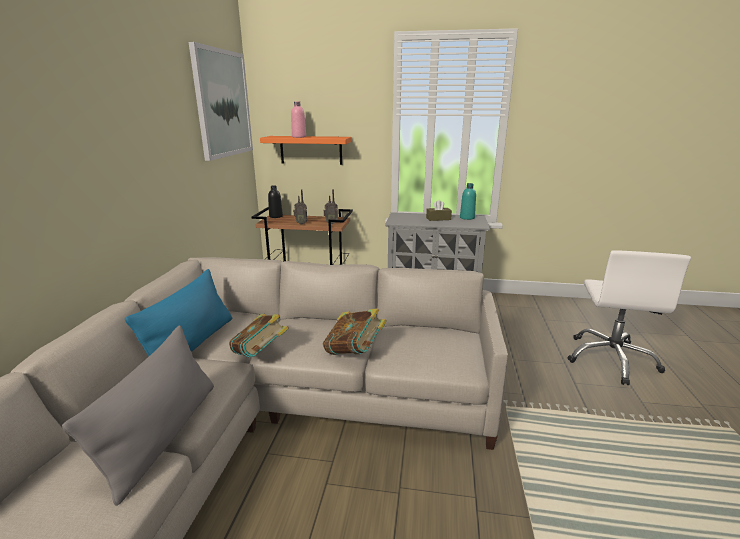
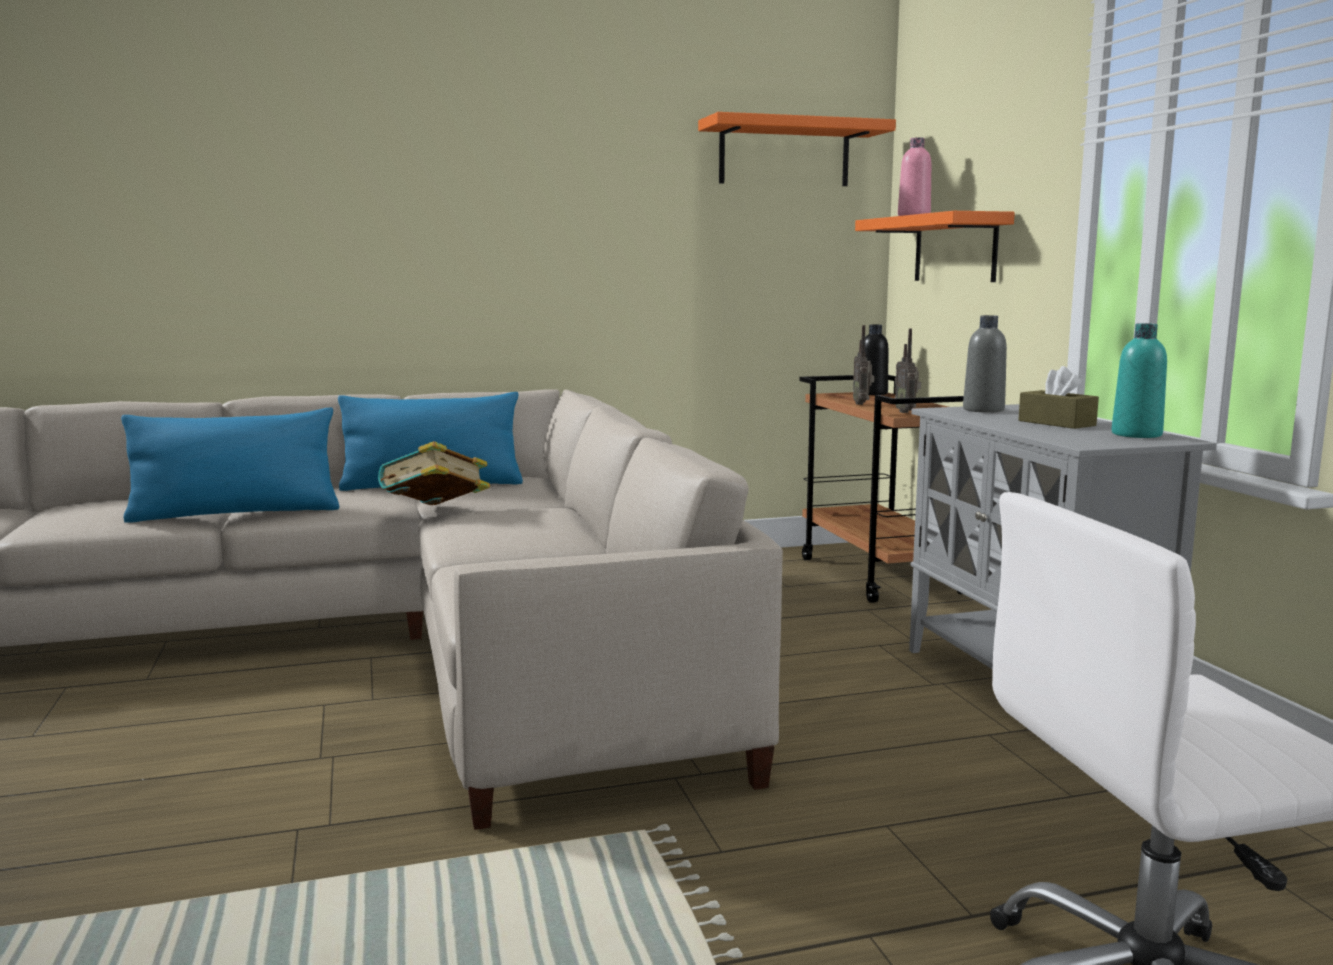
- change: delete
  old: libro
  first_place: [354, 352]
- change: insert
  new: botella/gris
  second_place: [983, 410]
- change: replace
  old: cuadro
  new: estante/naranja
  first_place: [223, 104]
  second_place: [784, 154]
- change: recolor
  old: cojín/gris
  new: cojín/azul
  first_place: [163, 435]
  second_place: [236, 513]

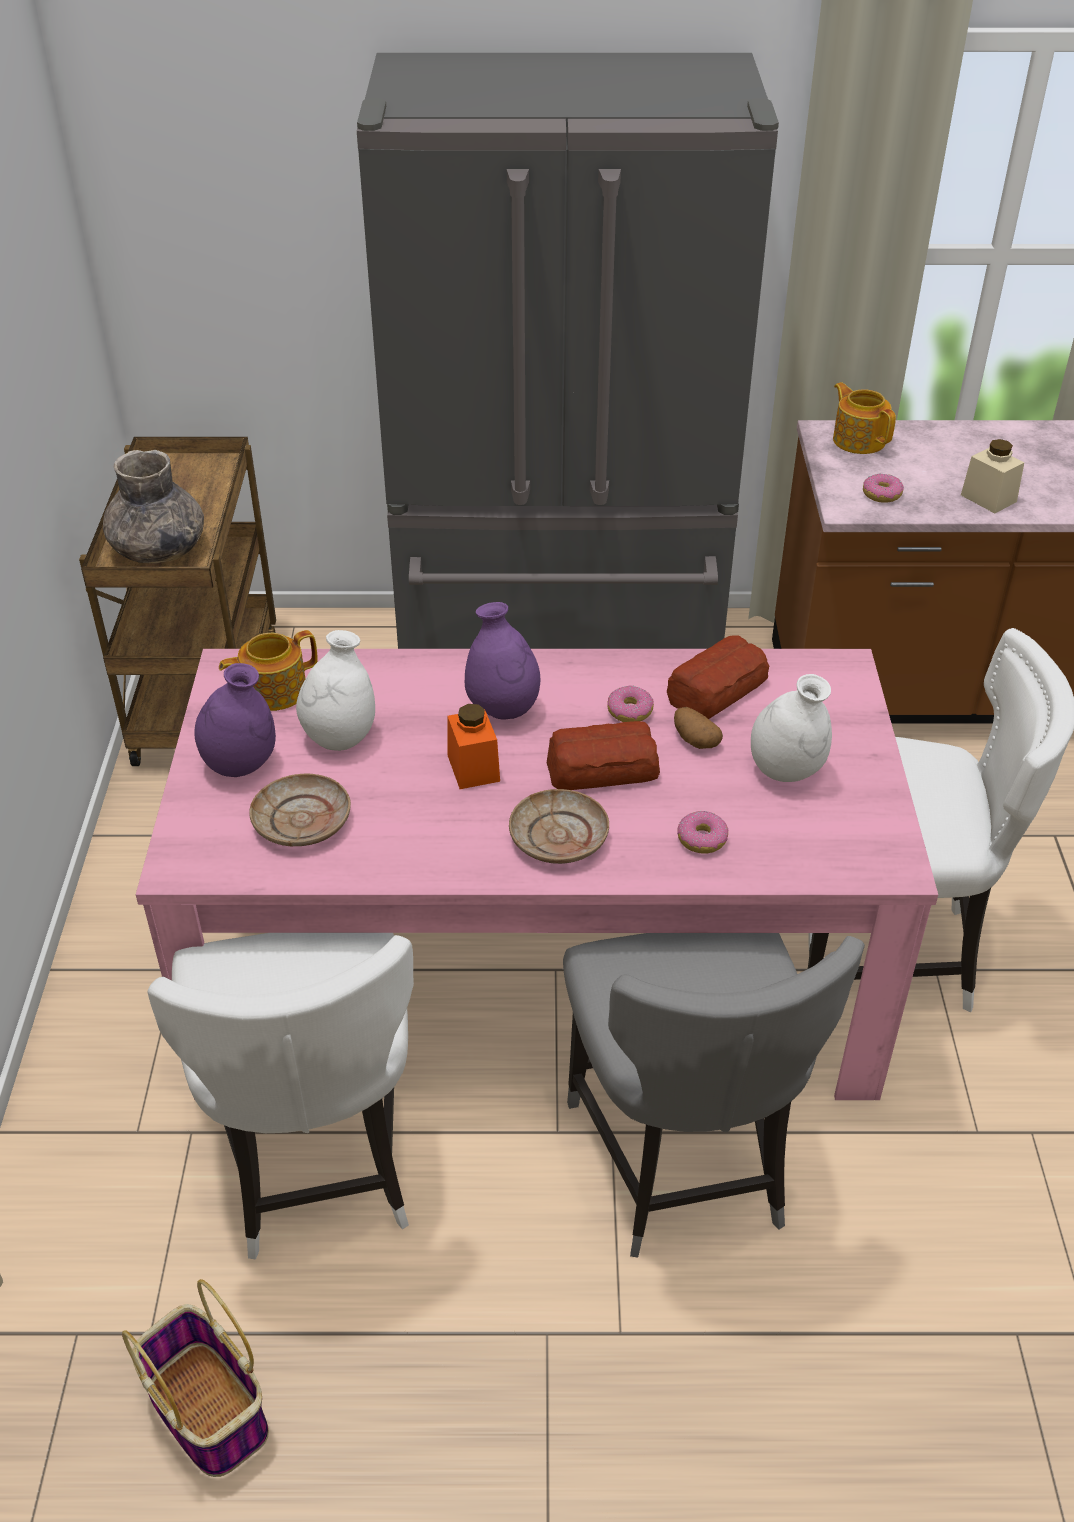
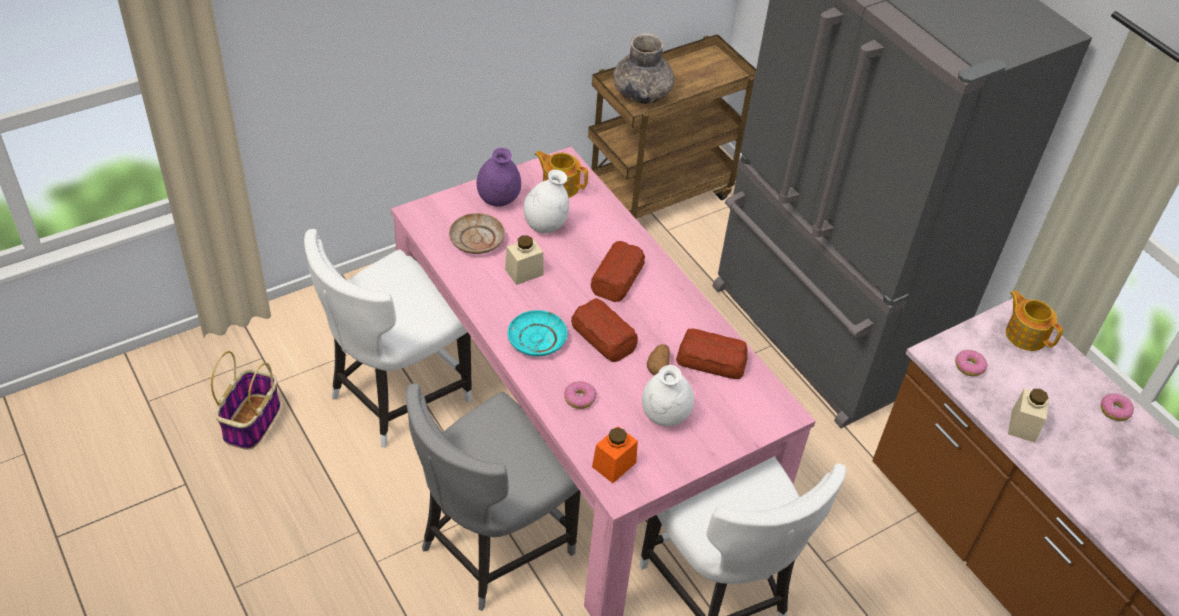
- change: insert
  new: tarro/beis
  second_place: [524, 272]
- change: move
  old: tarro/naranja
  first_place: [473, 768]
  second_place: [614, 464]
- change: move
  old: rosquilla
  first_place: [629, 711]
  second_place: [1114, 410]
- change: replace
  old: florero/morado
  new: pan
  first_place: [503, 709]
  second_place: [618, 277]
- change: recolor
  old: plato/beis
  new: plato/turquesa
  first_place: [558, 838]
  second_place: [536, 339]
- change: rotate
  old: tetera
  first_place: [858, 440]
  second_place: [1025, 334]
  degrees: -60

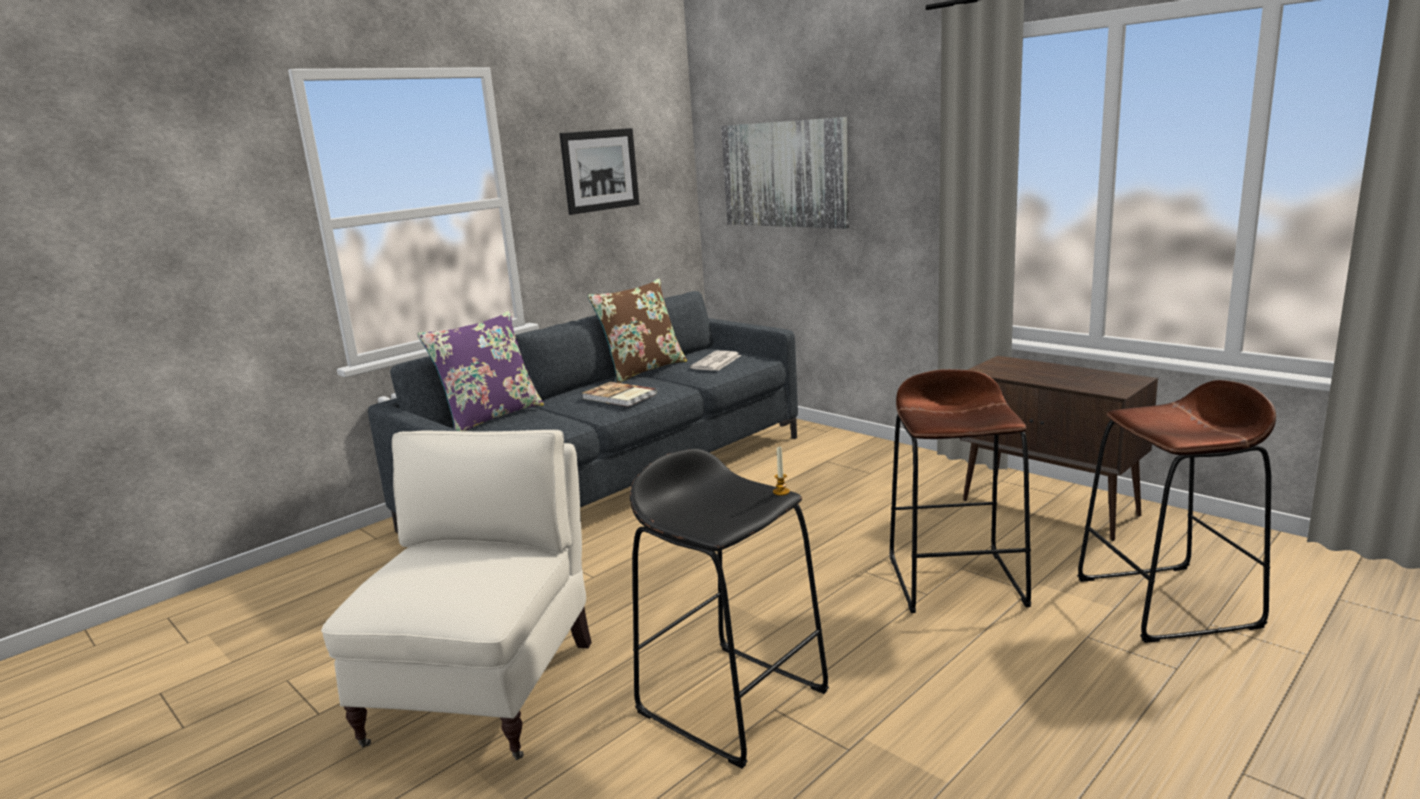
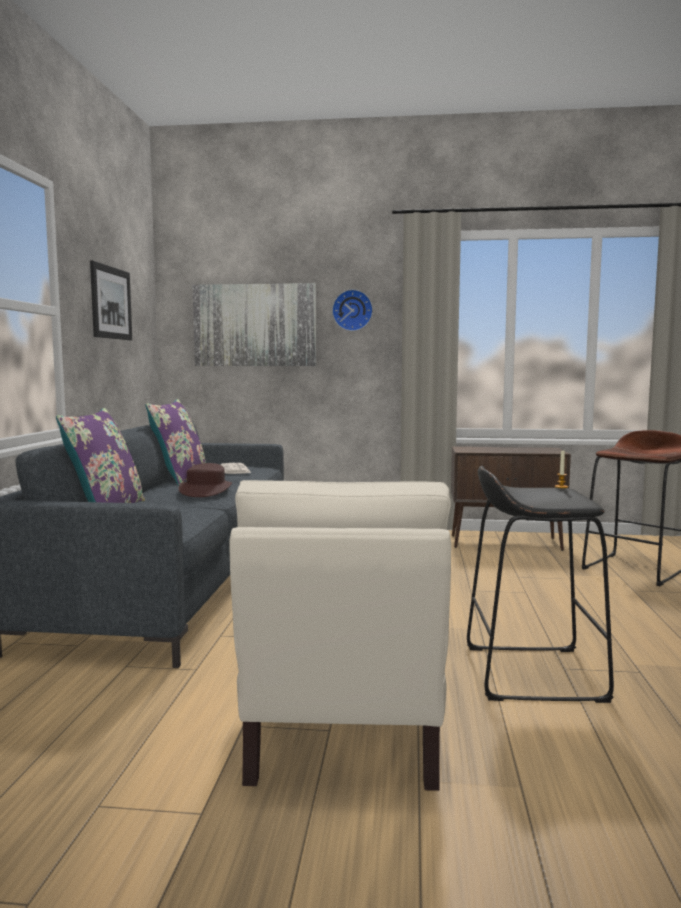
- change: delete
  old: taburete/marrón
  first_place: [956, 580]
- change: insert
  new: reloj de pared
  second_place: [352, 310]
- change: replace
  old: libro
  new: sombrero/marrón
  first_place: [619, 397]
  second_place: [206, 490]
- change: recolor
  old: cojín/marrón
  new: cojín/morado
  first_place: [643, 370]
  second_place: [179, 478]
- change: rotate
  old: sillón/beis
  first_place: [487, 688]
  second_place: [342, 730]
  degrees: -150

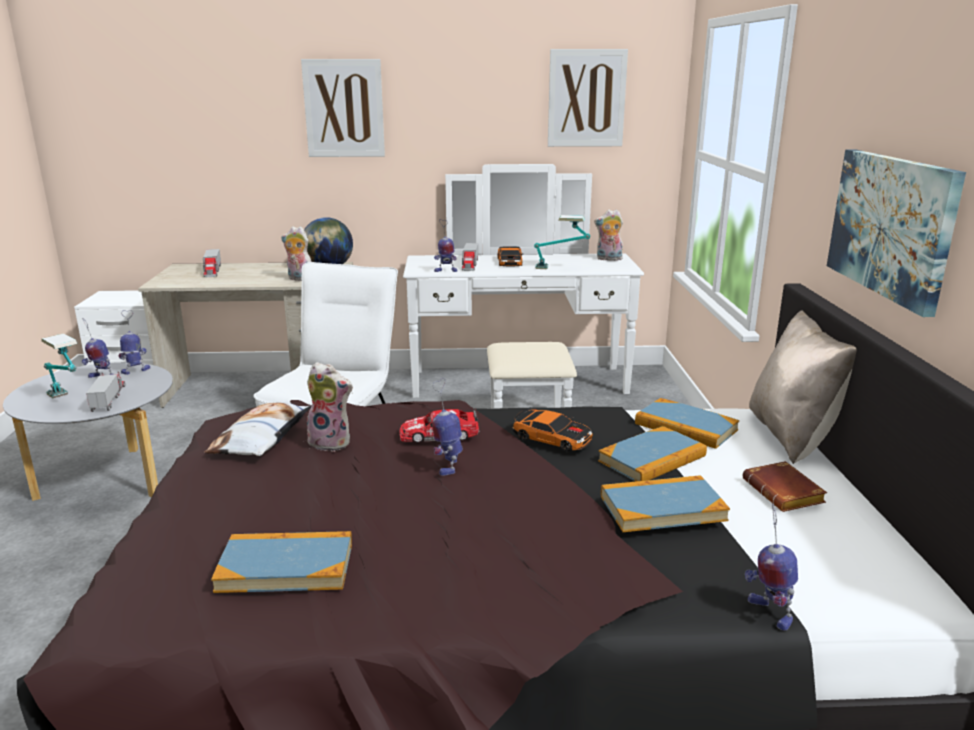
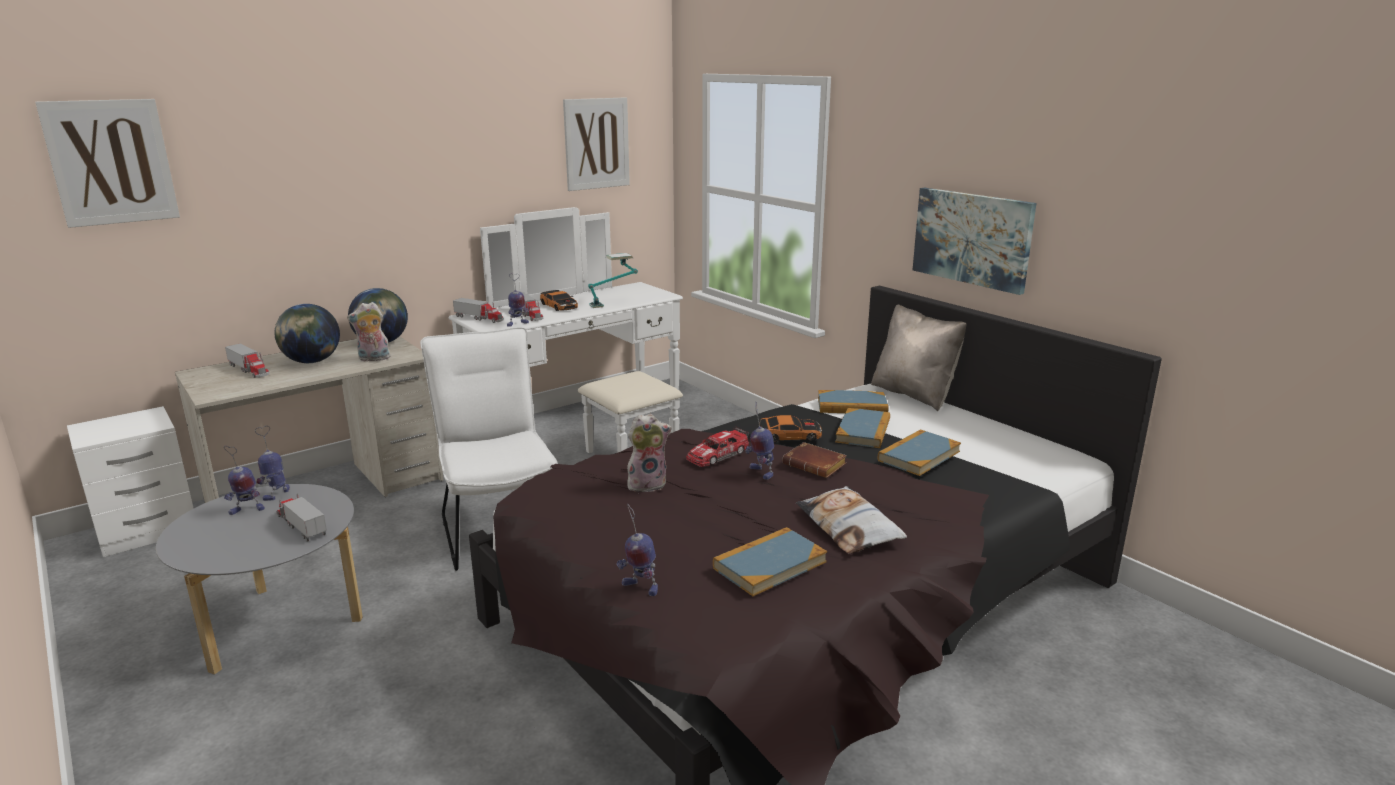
- change: delete
  old: lámpara de mesa
  first_place: [67, 401]
- change: delete
  old: peluche
  first_place: [608, 259]
- change: insert
  new: globo terráqueo
  second_place: [311, 361]
- change: insert
  new: camión de juguete
  second_place: [479, 318]
- change: move
  old: cojín
  first_place: [262, 438]
  second_place: [849, 527]
- change: move
  old: cuadro
  first_place: [344, 108]
  second_place: [111, 162]
- change: move
  old: libro/marrón
  first_place: [785, 493]
  second_place: [816, 465]
- change: move
  old: robot de juguete
  first_place: [769, 612]
  second_place: [639, 587]

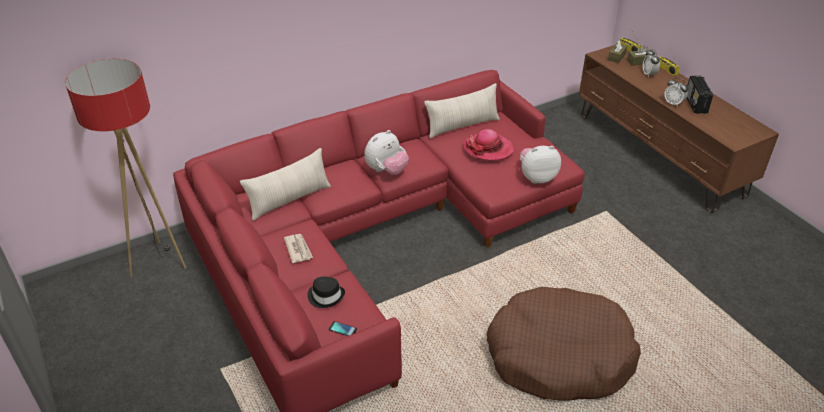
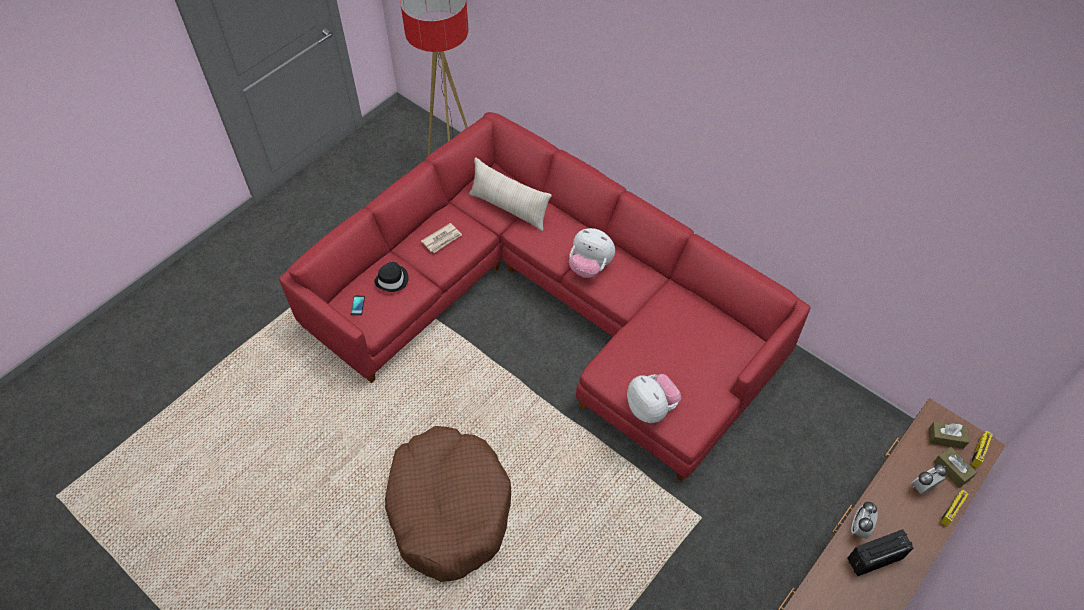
- change: delete
  old: cojín/beis
  first_place: [462, 126]
- change: delete
  old: sombrero
  first_place: [488, 149]

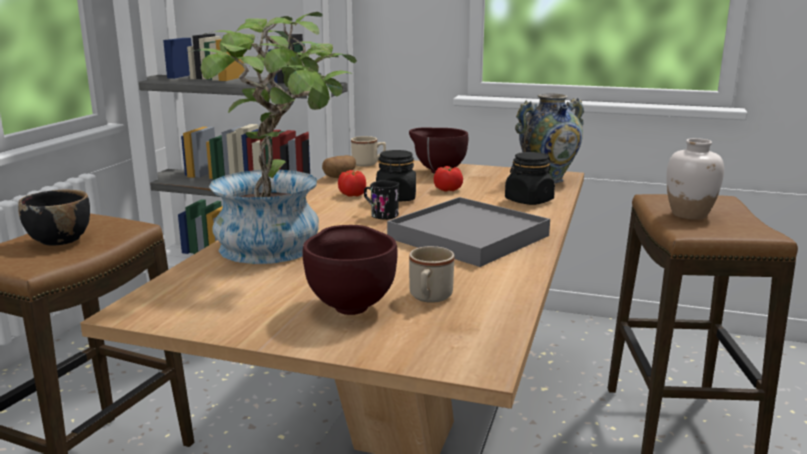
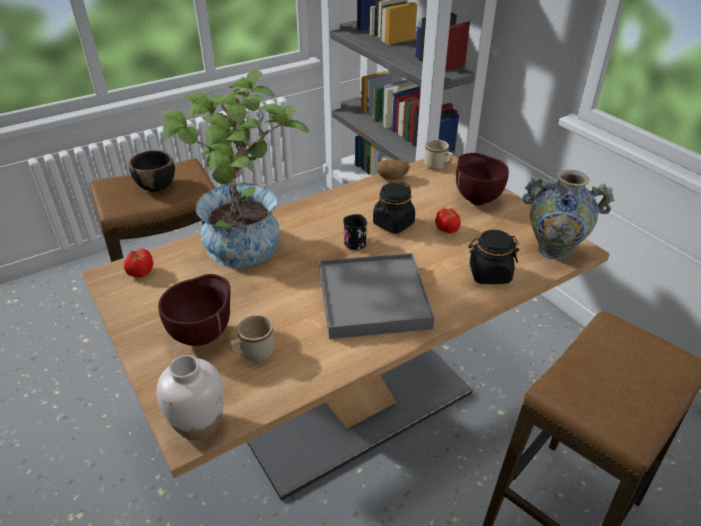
- change: move
  old: tomate
  first_place: [352, 195]
  second_place: [141, 272]
- change: move
  old: florero/blanco
  first_place: [689, 214]
  second_place: [199, 425]

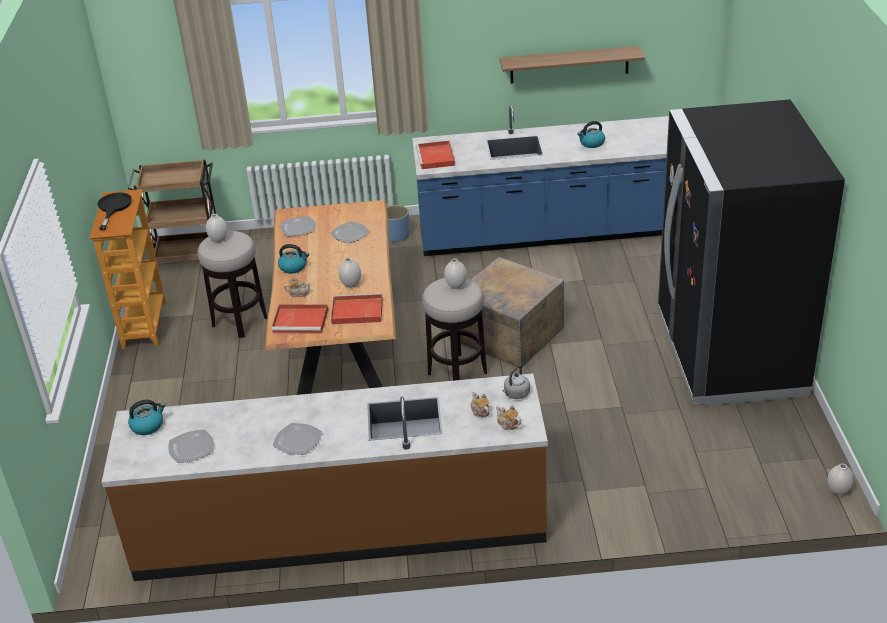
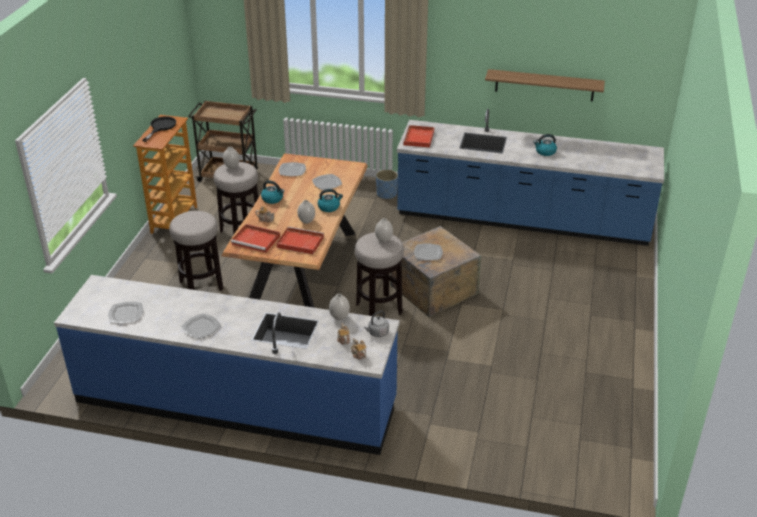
- change: delete
  old: nevera/negro
  first_place: [729, 354]
- change: insert
  new: taburete
  second_place: [201, 285]
- change: insert
  new: plato
  second_place: [428, 253]
- change: move
  old: hervidor
  first_place: [148, 426]
  second_place: [329, 207]
- change: move
  old: florero/blanco
  first_place: [838, 491]
  second_place: [339, 317]
- change: recolor
  old: mueble bajo de cocina/marrón
  new: mueble bajo de cocina/azul
  first_place: [340, 526]
  second_place: [236, 401]

